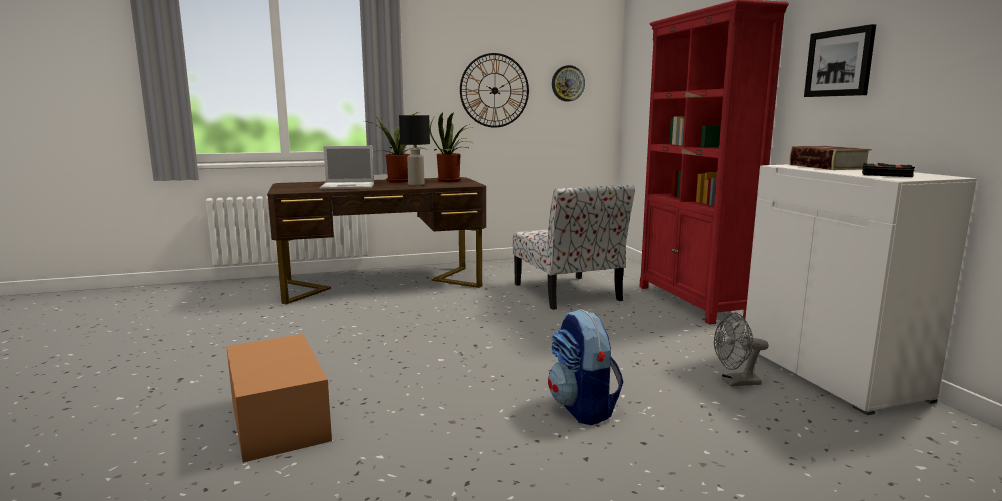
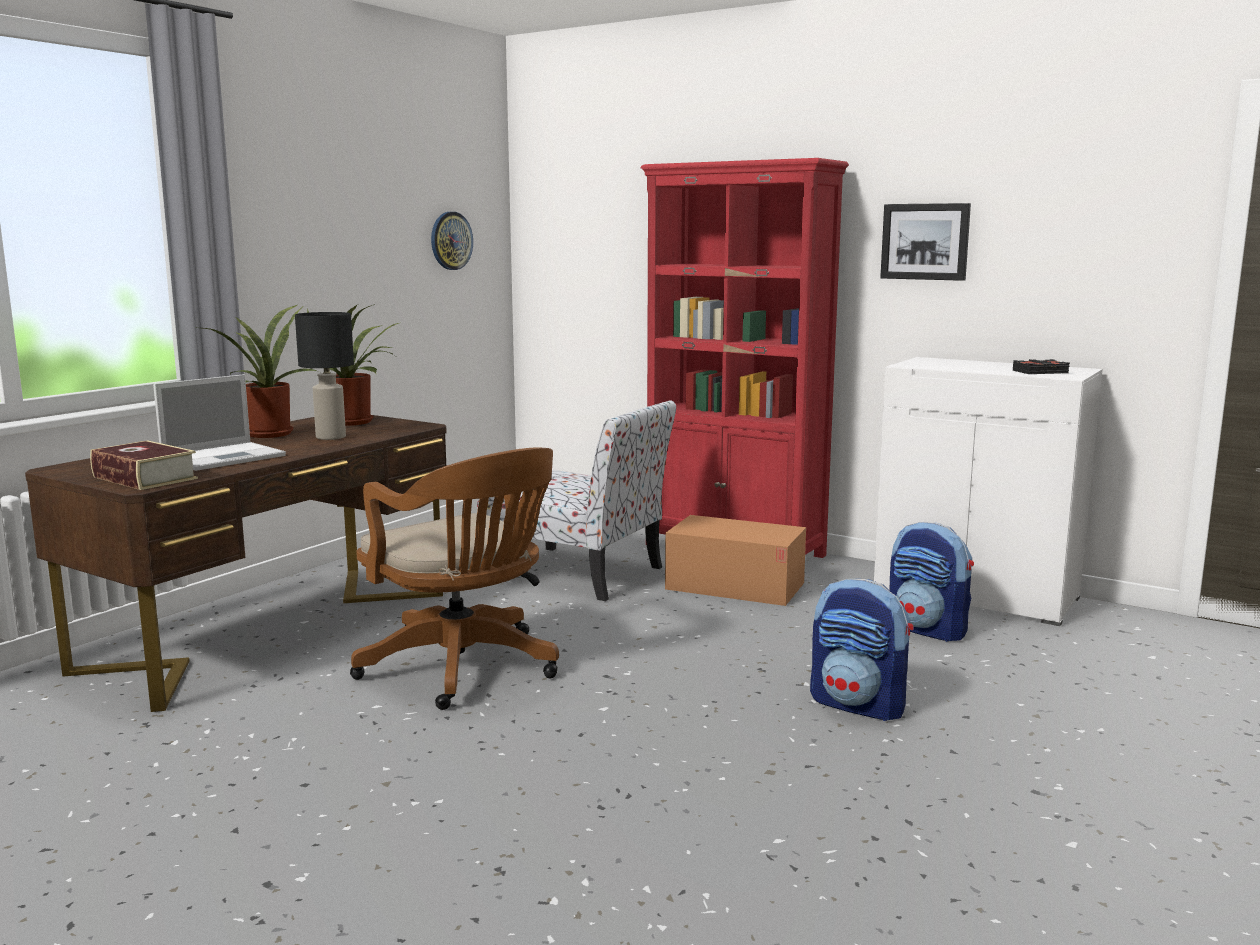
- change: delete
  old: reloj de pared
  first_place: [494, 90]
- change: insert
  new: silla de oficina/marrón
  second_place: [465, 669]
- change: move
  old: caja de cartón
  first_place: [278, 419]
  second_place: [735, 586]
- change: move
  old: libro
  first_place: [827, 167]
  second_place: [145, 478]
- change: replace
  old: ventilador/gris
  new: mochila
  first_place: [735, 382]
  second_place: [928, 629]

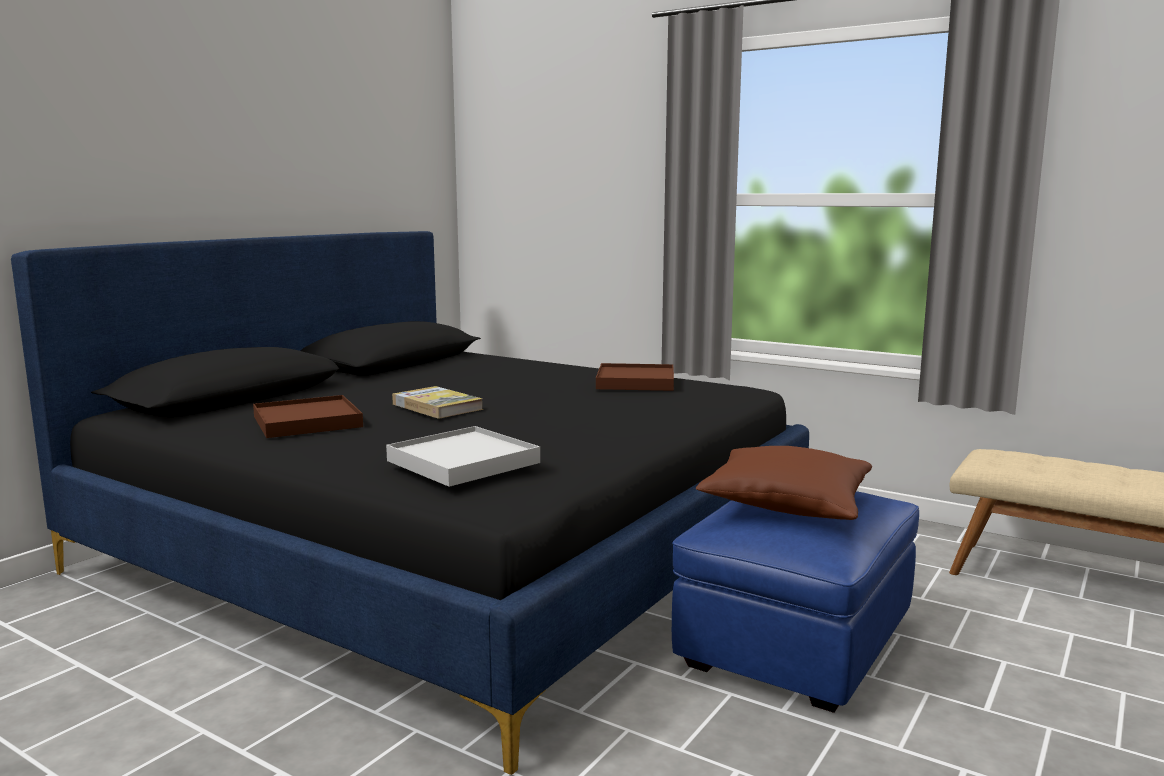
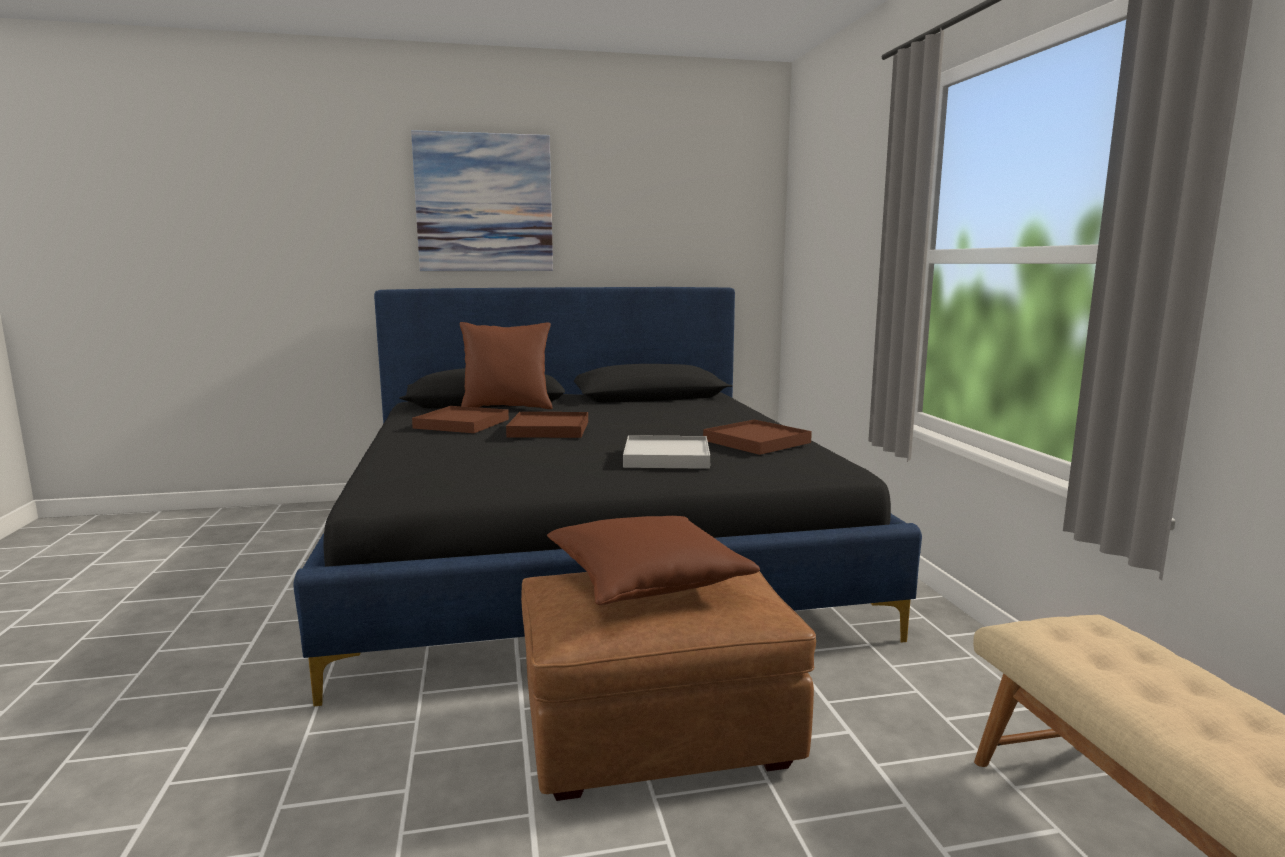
- change: insert
  new: cuadro
  second_place: [484, 203]
- change: insert
  new: cojín/marrón
  second_place: [507, 408]
- change: move
  old: bandeja/blanco
  first_place: [463, 462]
  second_place: [666, 457]
- change: replace
  old: libro
  new: bandeja/marrón
  first_place: [437, 407]
  second_place: [549, 429]
- change: recolor
  old: puf/azul
  new: puf/marrón
  first_place: [795, 643]
  second_place: [657, 733]

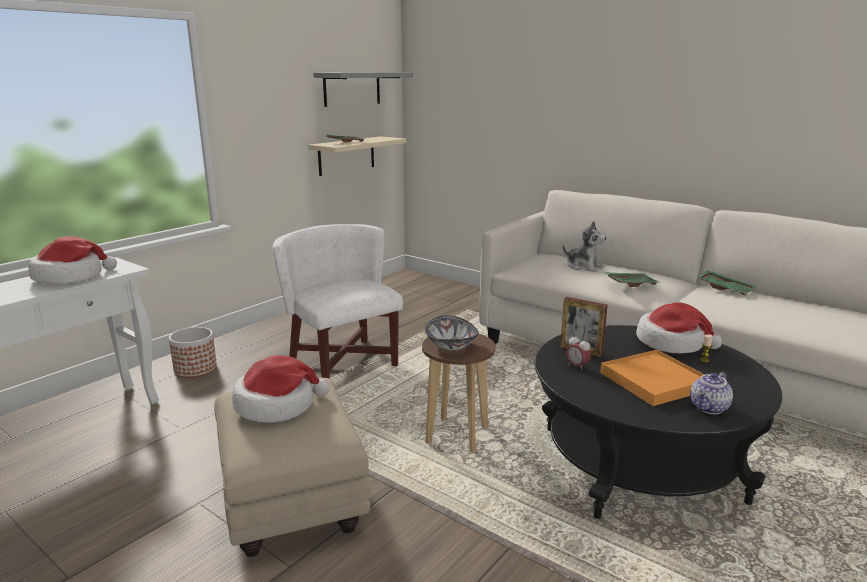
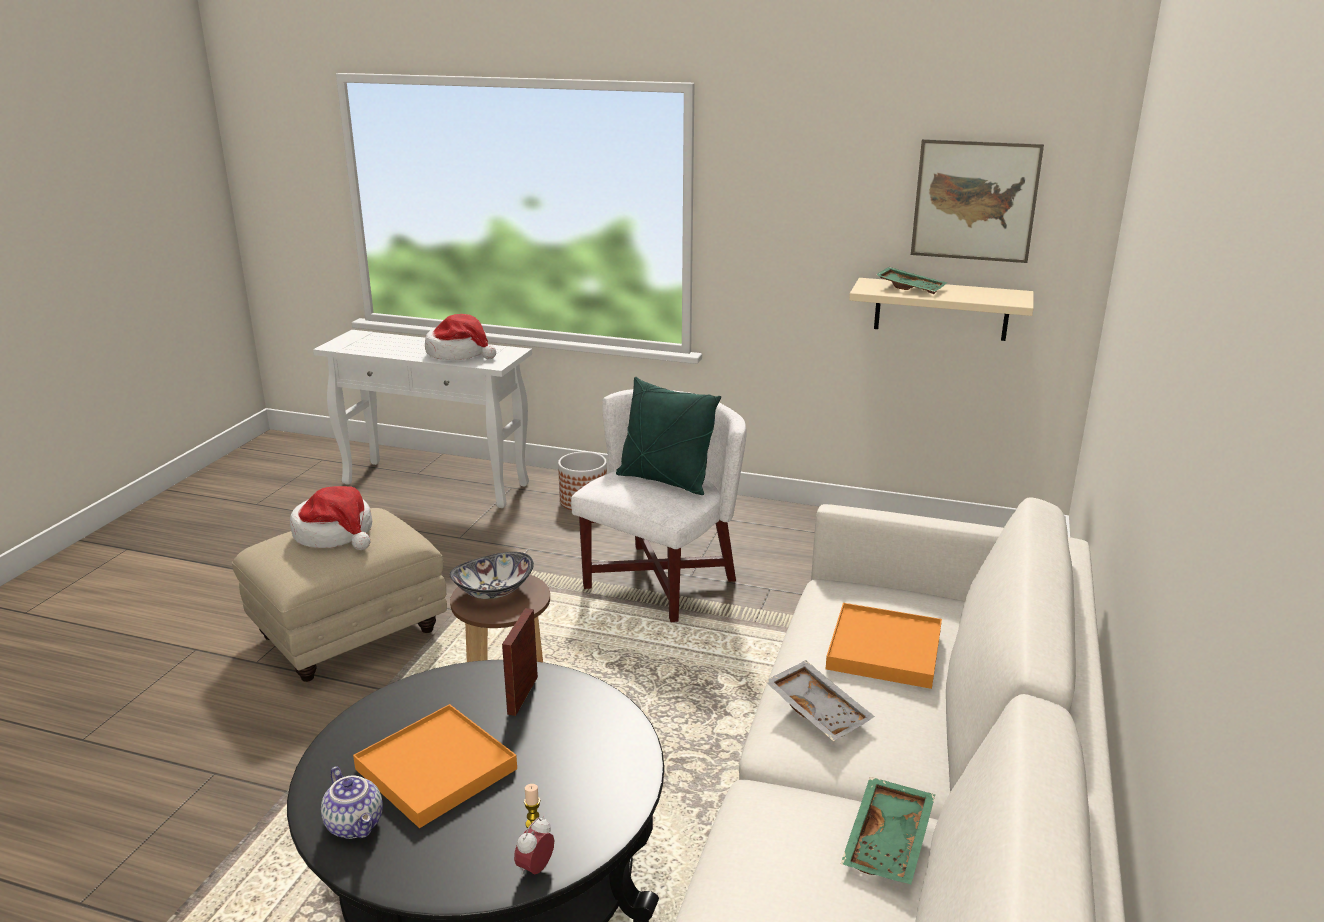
- change: delete
  old: sombrero
  first_place: [671, 343]
- change: insert
  new: cojín/verde
  second_place: [665, 481]
- change: move
  old: despertador
  first_place: [577, 366]
  second_place: [535, 869]
- change: replace
  old: estante/gris
  new: cuadro
  first_place: [352, 88]
  second_place: [975, 201]
- change: replace
  old: peluche
  new: bandeja/naranja
  first_place: [584, 267]
  second_place: [884, 650]
- change: recolor
  old: bandeja/verde
  new: bandeja/gris
  first_place: [630, 284]
  second_place: [819, 710]
- change: rotate
  old: tetera
  first_place: [710, 408]
  second_place: [356, 824]
  degrees: -150

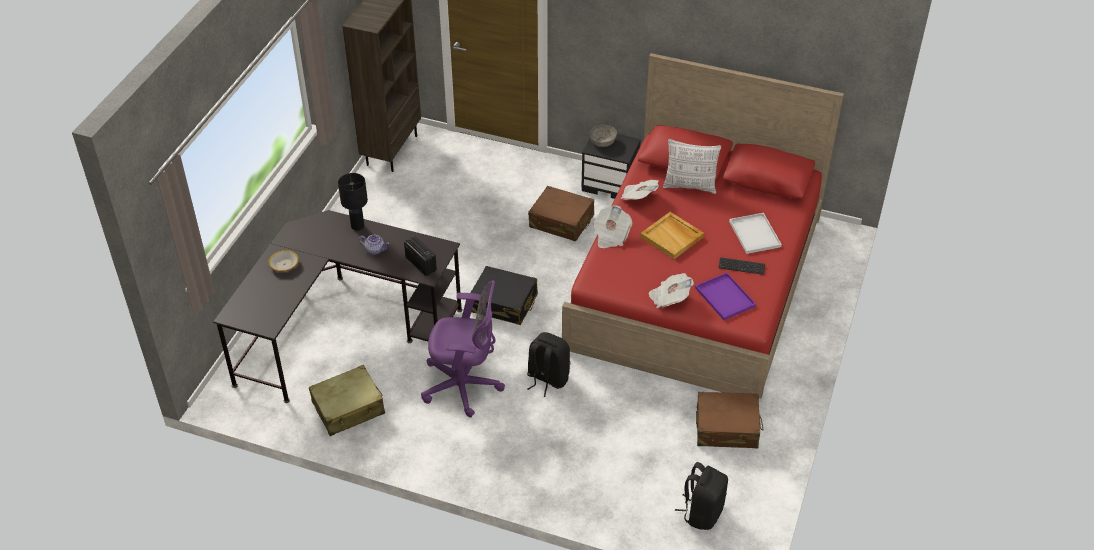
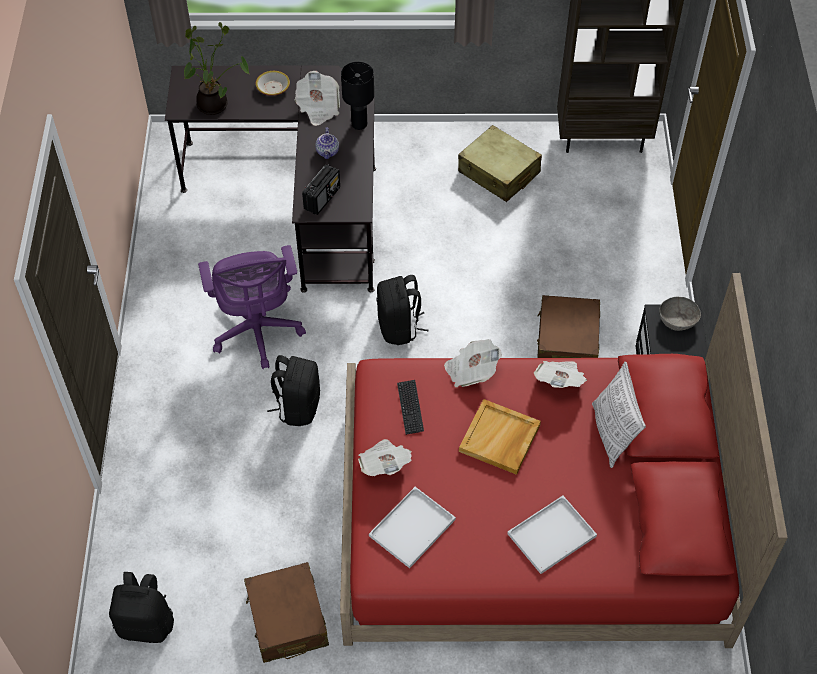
- change: insert
  new: planta en maceta
  second_place: [215, 105]
- change: insert
  new: periódico
  second_place: [318, 108]
- change: move
  old: maleta/beis
  first_place: [348, 408]
  second_place: [499, 172]
- change: move
  old: teclado
  first_place: [741, 267]
  second_place: [410, 407]
- change: replace
  old: maleta/negro
  new: mochila/negro
  first_place: [503, 303]
  second_place: [399, 327]
- change: recolor
  old: bandeja/morado
  new: bandeja/blanco
  first_place: [724, 296]
  second_place: [412, 526]

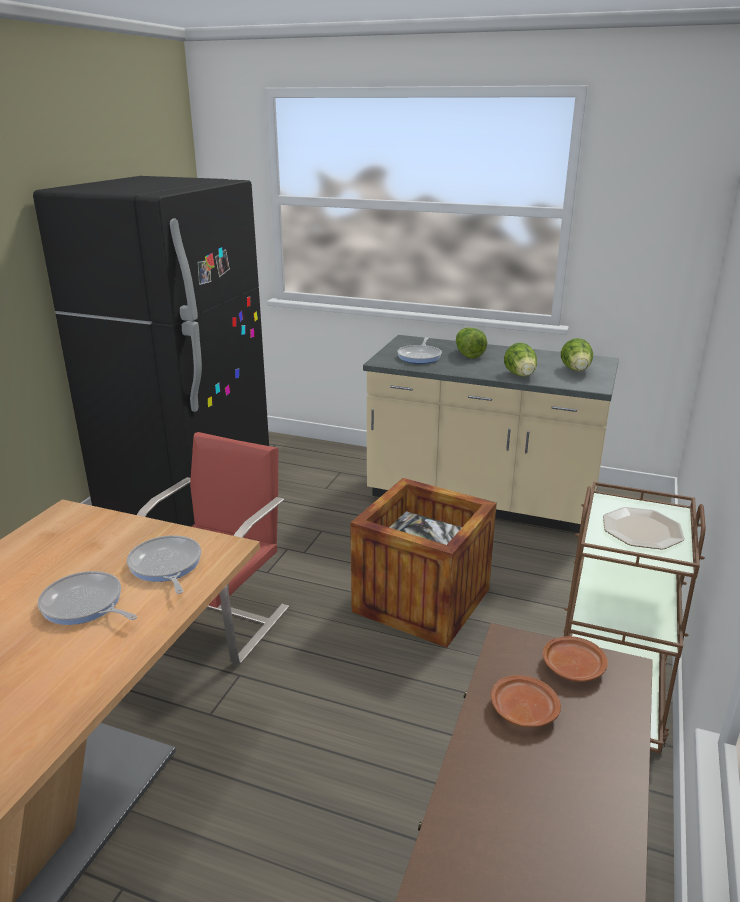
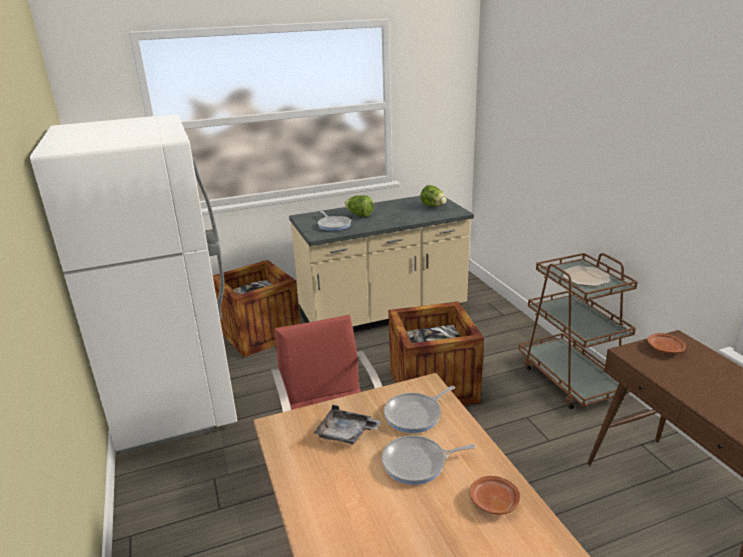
- change: delete
  old: lechuga
  first_place: [521, 376]
- change: insert
  new: caja de embalaje
  second_place: [260, 333]
- change: insert
  new: bandeja/gris
  second_place: [346, 433]
- change: move
  old: plato/marrón
  first_place: [522, 710]
  second_place: [493, 501]
- change: recolor
  old: nevera/negro
  new: nevera/blanco
  first_place: [188, 493]
  second_place: [175, 402]
- change: rotate
  old: sartén
  first_place: [166, 566]
  second_place: [415, 415]
  degrees: -60

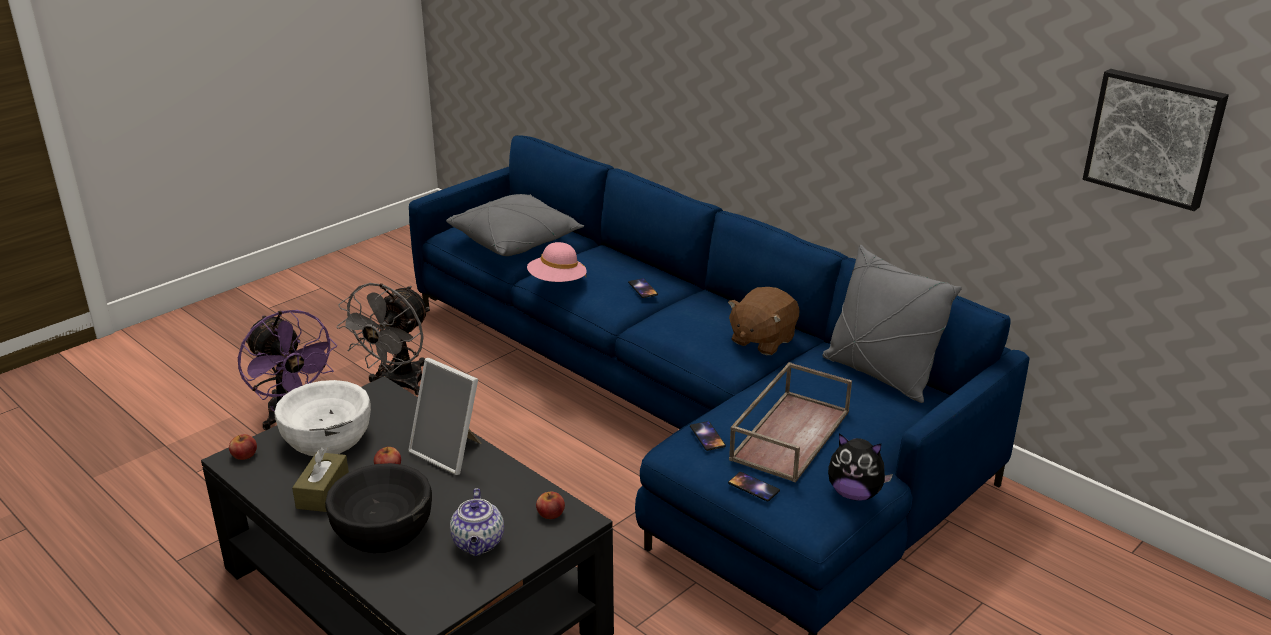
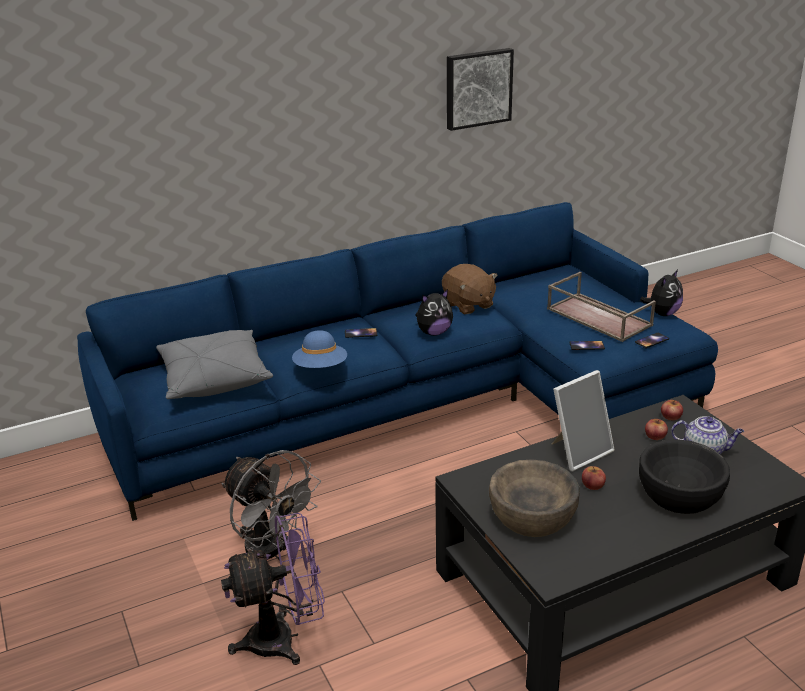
- change: delete
  old: caja de pañuelos/marrón
  first_place: [323, 492]
- change: delete
  old: cojín/gris
  first_place: [880, 375]
- change: insert
  new: peluche
  second_place: [434, 332]
- change: move
  old: manzana
  first_place: [244, 454]
  second_place: [655, 436]
- change: move
  old: cuadro
  first_place: [1154, 137]
  second_place: [477, 88]
- change: recolor
  old: cuenco/blanco
  new: cuenco/marrón
  first_place: [327, 437]
  second_place: [532, 515]
- change: recolor
  old: sombrero/rosa
  new: sombrero/azul
  first_place: [557, 282]
  second_place: [320, 368]

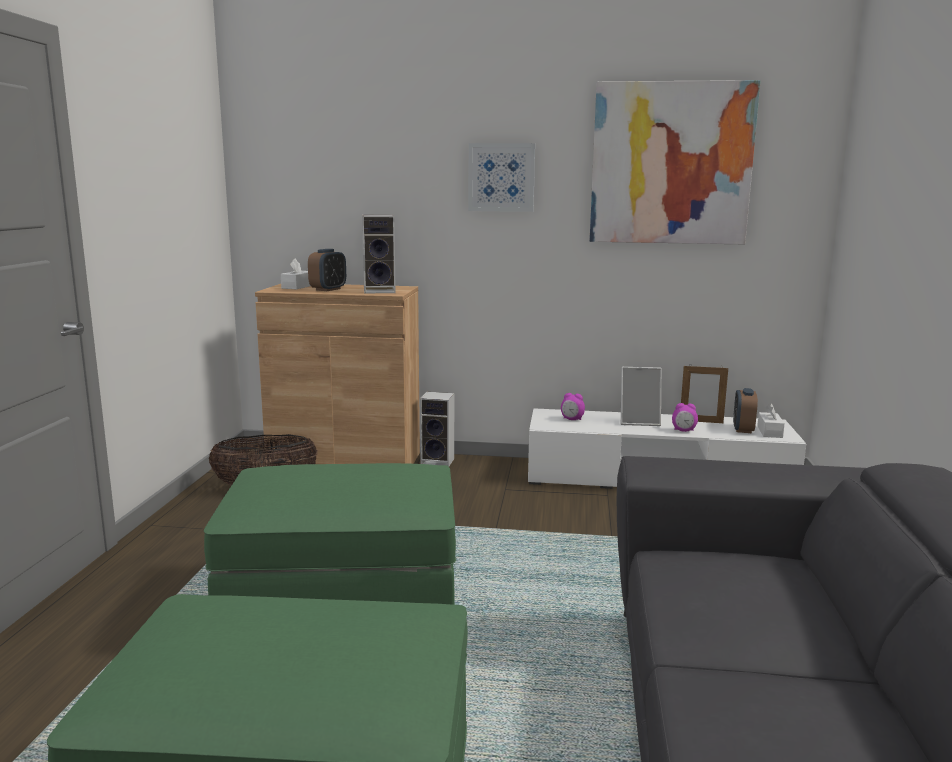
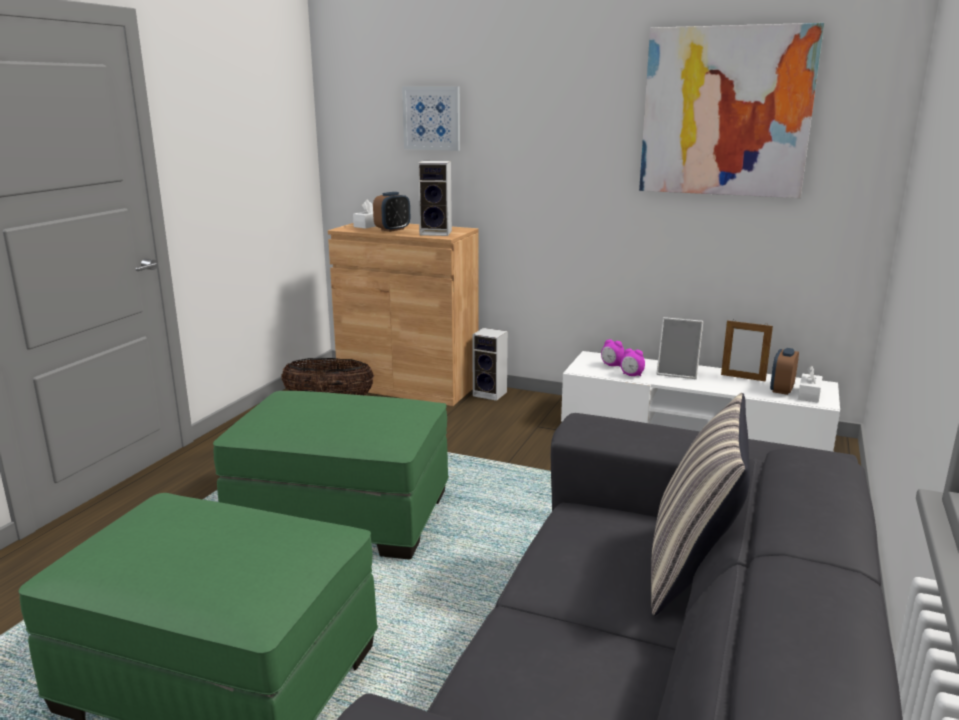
- change: insert
  new: cojín
  second_place: [692, 569]
- change: move
  old: cuadro
  first_place: [501, 177]
  second_place: [432, 118]
- change: move
  old: despertador
  first_place: [683, 431]
  second_place: [631, 375]

